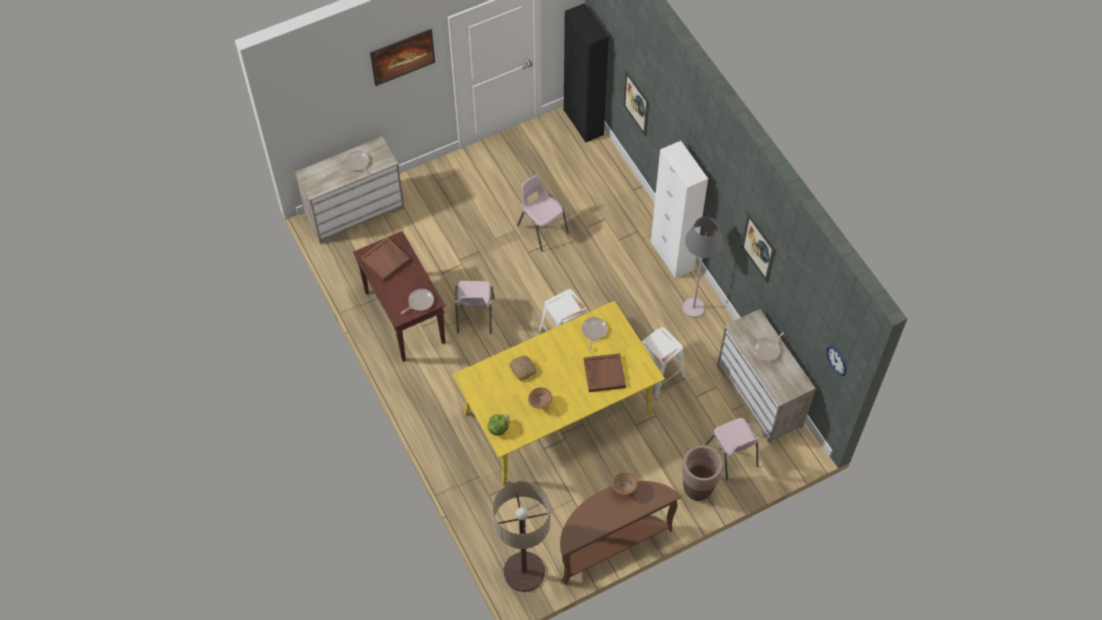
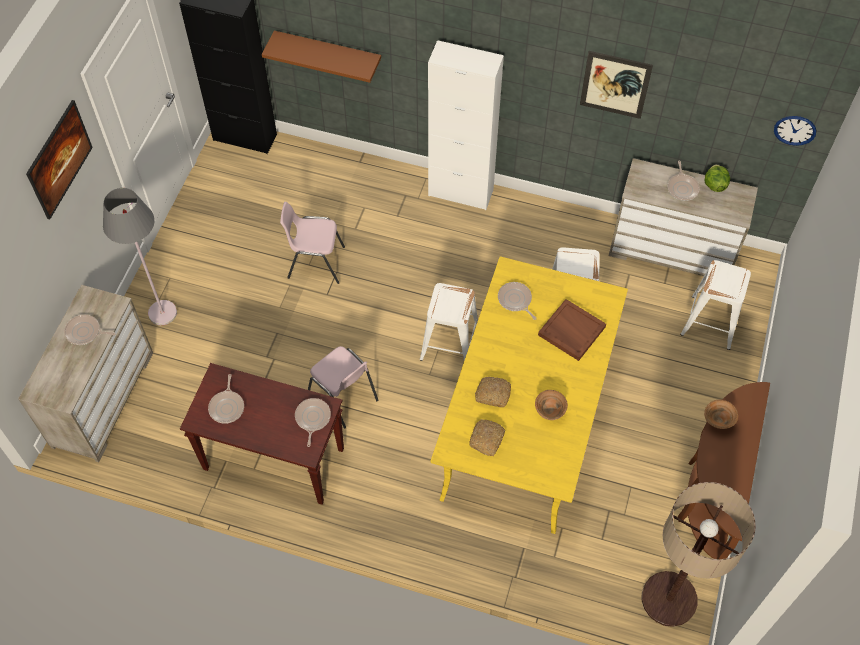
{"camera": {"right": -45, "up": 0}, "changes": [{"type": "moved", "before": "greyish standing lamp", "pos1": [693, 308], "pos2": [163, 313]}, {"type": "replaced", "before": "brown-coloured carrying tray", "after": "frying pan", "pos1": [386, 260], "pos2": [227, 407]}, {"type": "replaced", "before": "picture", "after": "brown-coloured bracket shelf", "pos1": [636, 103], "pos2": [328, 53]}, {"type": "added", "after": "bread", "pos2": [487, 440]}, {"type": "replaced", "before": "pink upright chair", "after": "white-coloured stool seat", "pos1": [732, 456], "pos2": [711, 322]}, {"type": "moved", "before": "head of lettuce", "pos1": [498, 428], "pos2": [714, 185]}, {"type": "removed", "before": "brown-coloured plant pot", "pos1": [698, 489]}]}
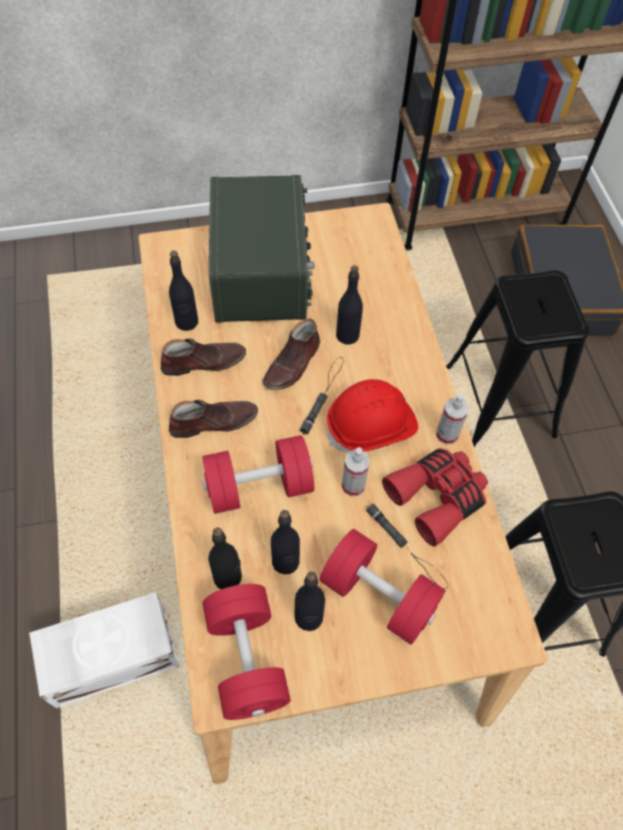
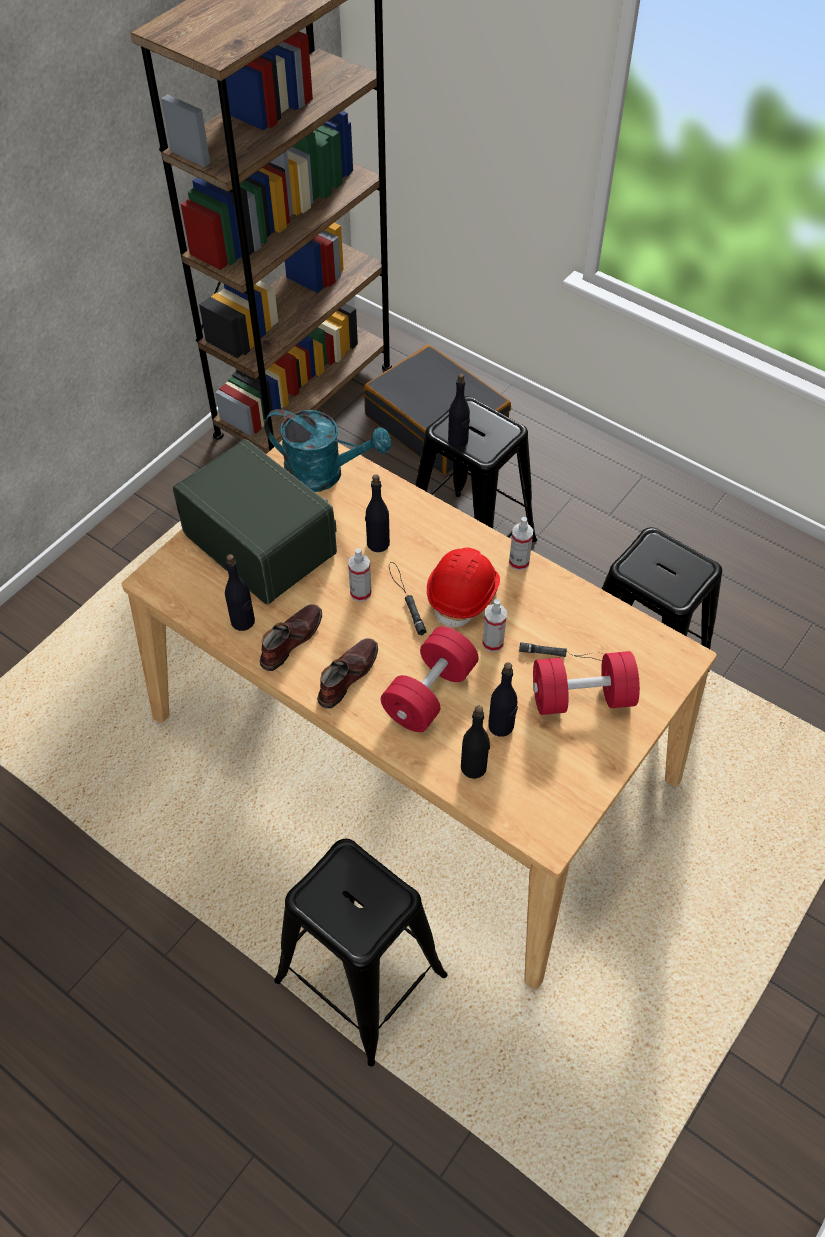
{"camera": {"right": -40, "up": -5}, "changes": [{"type": "added", "after": "turquoise-coloured watering pot", "pos2": [324, 474]}, {"type": "replaced", "before": "white-coloured storage container", "after": "blackish stool seat", "pos1": [110, 656], "pos2": [361, 978]}, {"type": "replaced", "before": "brown-coloured item of footwear", "after": "spray bottle", "pos1": [293, 364], "pos2": [360, 593]}, {"type": "moved", "before": "blackish beverage bottle", "pos1": [308, 617], "pos2": [458, 440]}, {"type": "removed", "before": "reddish hand weight", "pos1": [247, 658]}, {"type": "removed", "before": "reddish binoculars", "pos1": [437, 497]}]}
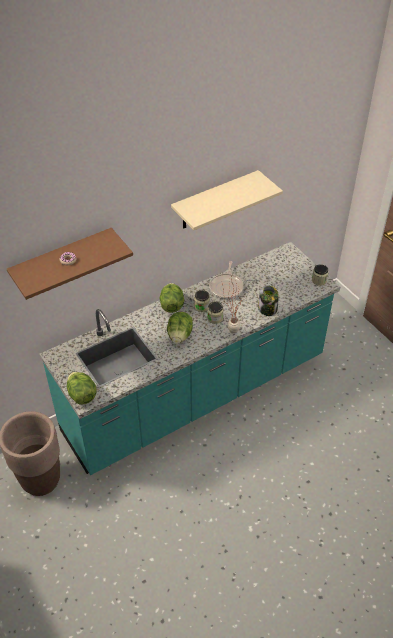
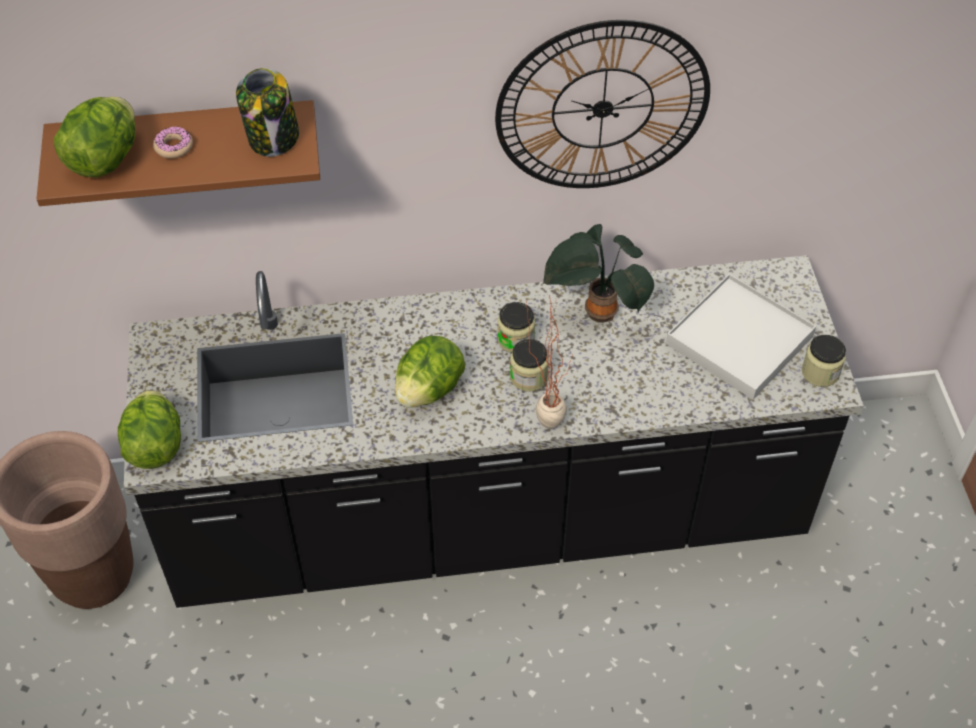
{"camera": {"right": 25, "up": 5}, "changes": [{"type": "moved", "before": "head of lettuce", "pos1": [171, 305], "pos2": [105, 159]}, {"type": "recoloured", "before": "turquoise-coloured counter", "after": "blackish counter", "pos1": [196, 395], "pos2": [488, 521]}, {"type": "moved", "before": "jar", "pos1": [268, 309], "pos2": [273, 138]}, {"type": "replaced", "before": "sand-coloured bracket shelf", "after": "clock on the wall", "pos1": [215, 201], "pos2": [602, 108]}, {"type": "replaced", "before": "frying pan", "after": "houseplant", "pos1": [226, 287], "pos2": [596, 314]}, {"type": "added", "after": "white-coloured carrying tray", "pos2": [739, 340]}]}
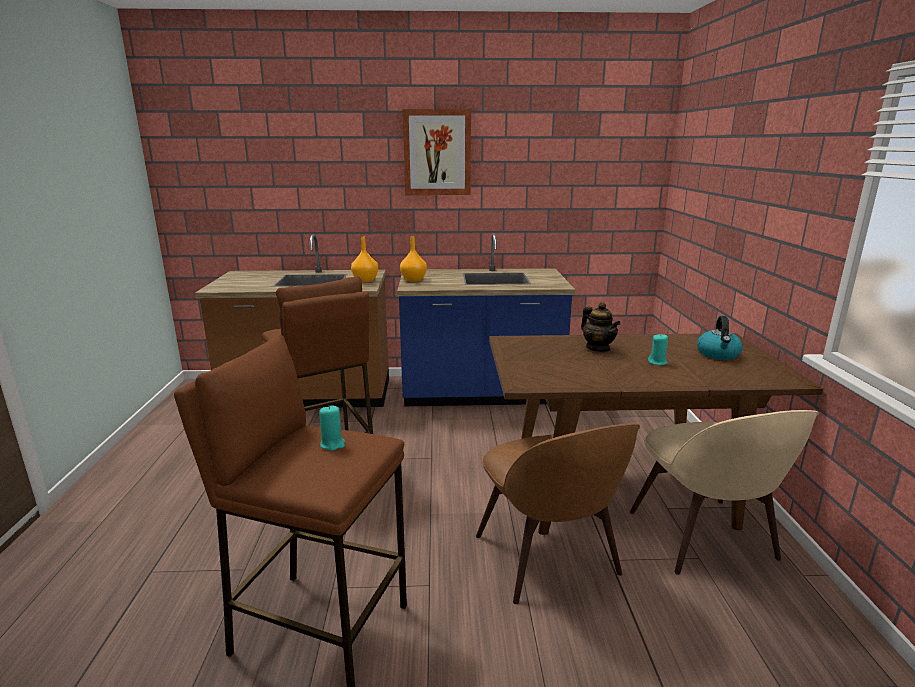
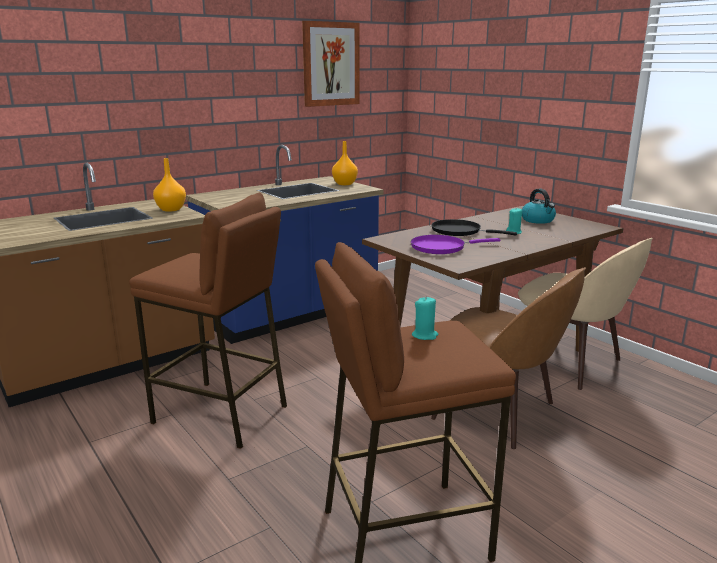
{"camera": {"right": -35, "up": 0}, "changes": [{"type": "moved", "before": "picture", "pos1": [437, 153], "pos2": [330, 64]}, {"type": "moved", "before": "orange vase", "pos1": [413, 280], "pos2": [344, 184]}, {"type": "added", "after": "purple-coloured frying pan", "pos2": [441, 247]}, {"type": "replaced", "before": "pot for tea", "after": "blackish frying pan", "pos1": [598, 348], "pos2": [460, 231]}]}
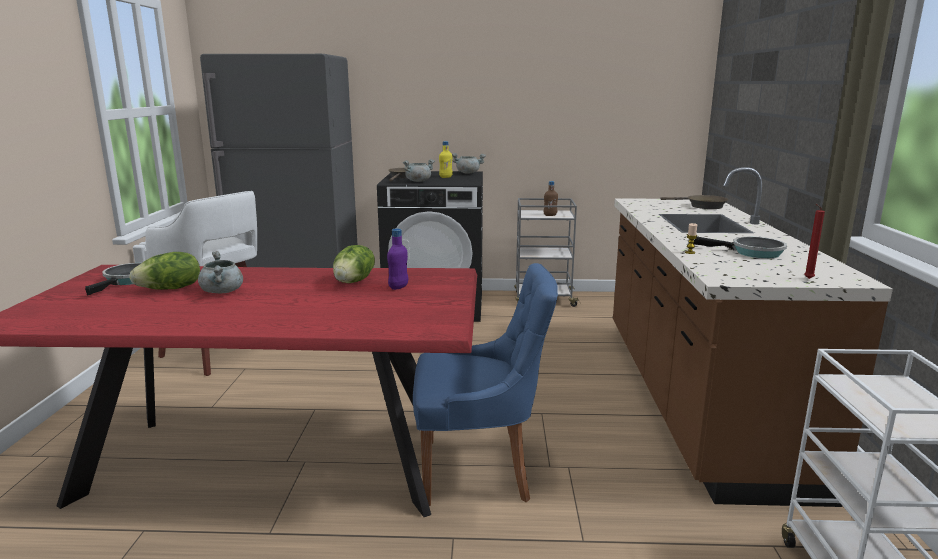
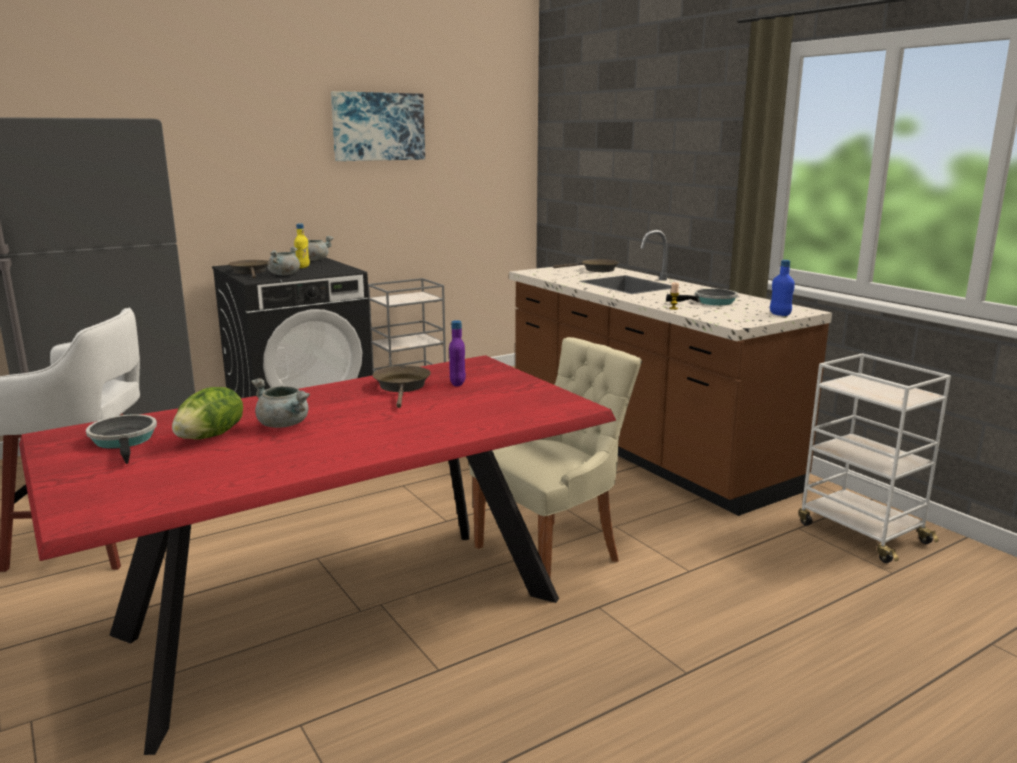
{"camera": {"right": -35, "up": 0}, "changes": [{"type": "added", "after": "picture", "pos2": [378, 126]}, {"type": "replaced", "before": "head of lettuce", "after": "brown-coloured frying pan", "pos1": [354, 281], "pos2": [402, 387]}, {"type": "recoloured", "before": "blue-coloured upright chair", "after": "sand-coloured upright chair", "pos1": [480, 470], "pos2": [551, 552]}, {"type": "replaced", "before": "reddish wax light", "after": "blue-coloured beverage bottle", "pos1": [807, 279], "pos2": [780, 314]}, {"type": "removed", "before": "brown-coloured beverage bottle", "pos1": [550, 215]}]}
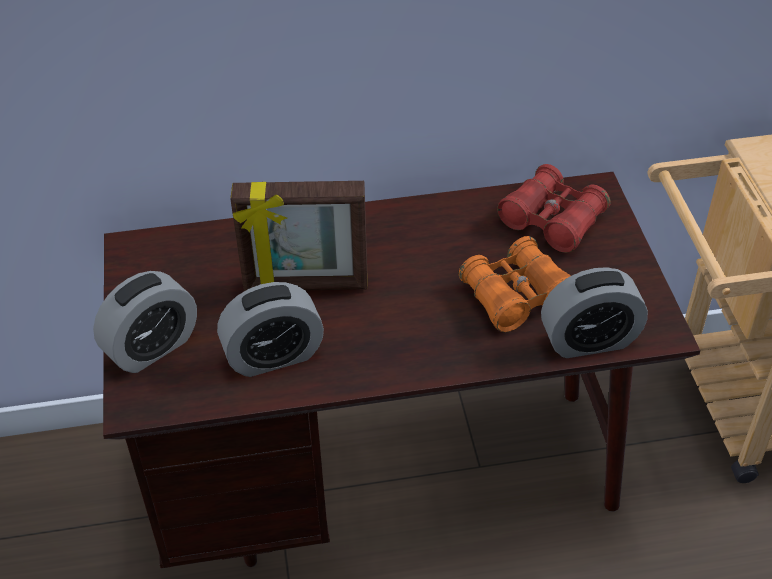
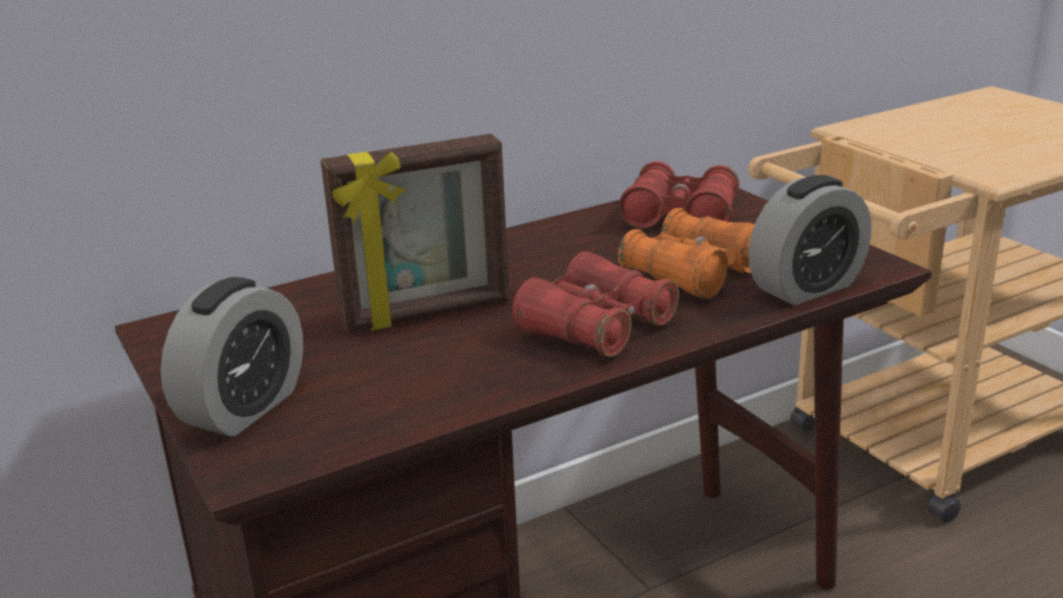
{"camera": {"right": -20, "up": -20}, "changes": [{"type": "added", "after": "reddish binoculars", "pos2": [596, 327]}, {"type": "removed", "before": "table clock", "pos1": [273, 356]}]}
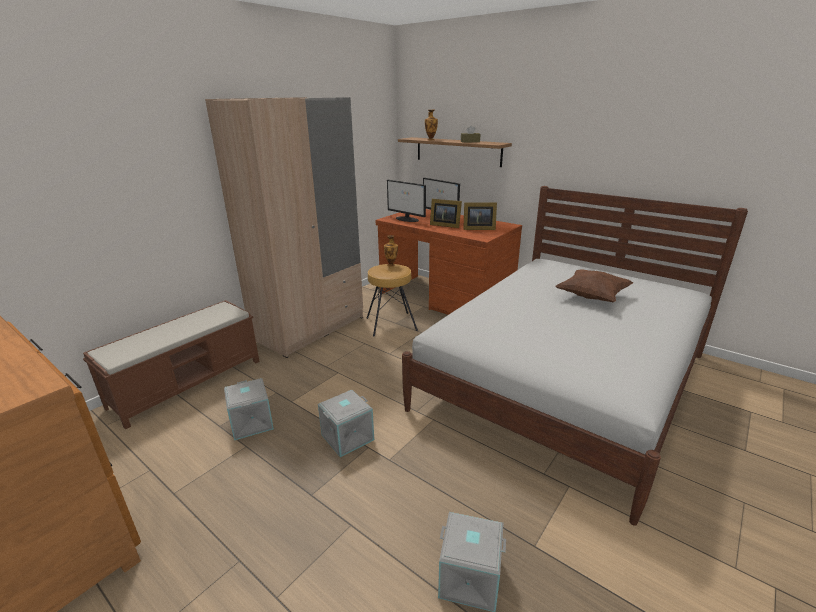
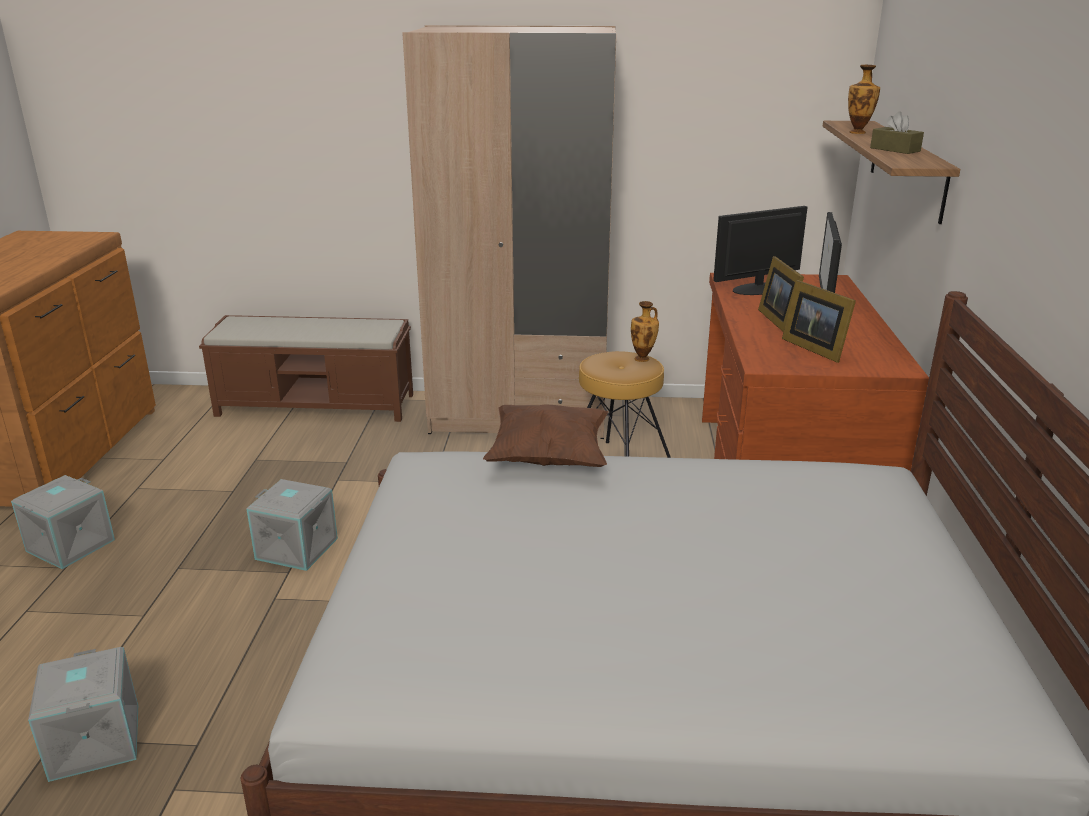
{"camera": {"right": 55, "up": 0}, "changes": [{"type": "moved", "before": "greyish storage container", "pos1": [252, 423], "pos2": [71, 546]}, {"type": "moved", "before": "brown-coloured throw pillow", "pos1": [592, 297], "pos2": [548, 458]}, {"type": "turned", "before": "computer screen", "pos1": [407, 219], "pos2": [757, 289], "turn": 60}]}
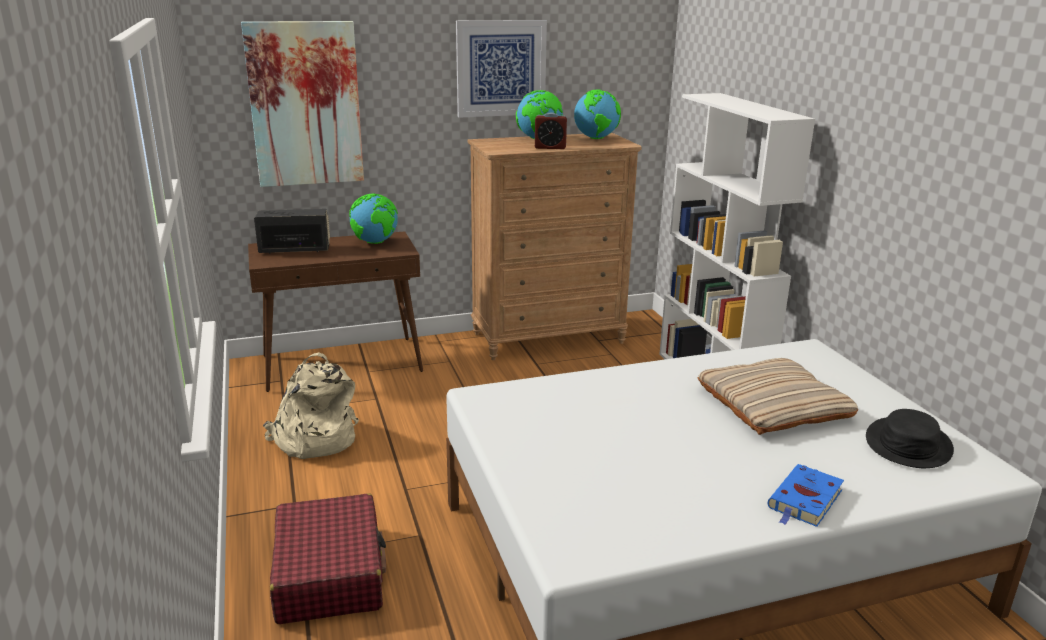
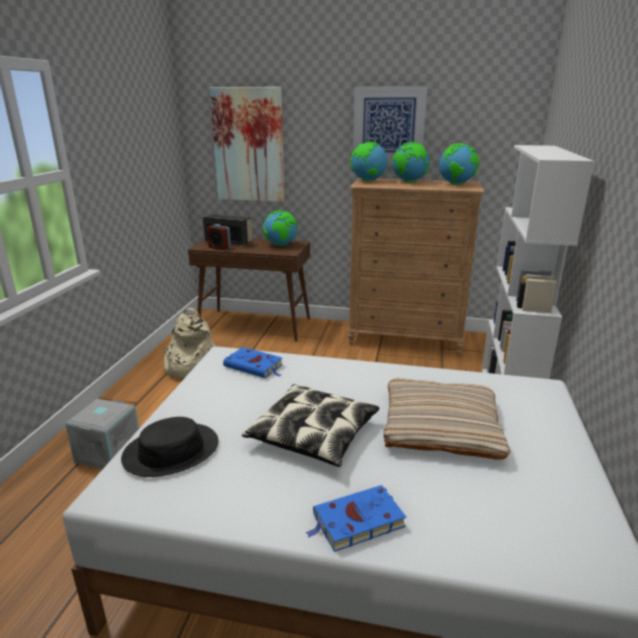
{"camera": {"right": 30, "up": 0}, "changes": [{"type": "replaced", "before": "reddish suitcase", "after": "greyish storage container", "pos1": [329, 573], "pos2": [108, 452]}, {"type": "moved", "before": "blackish hat", "pos1": [907, 444], "pos2": [171, 451]}, {"type": "moved", "before": "table clock", "pos1": [550, 147], "pos2": [219, 248]}, {"type": "added", "after": "blue-coloured bound book", "pos2": [255, 366]}, {"type": "added", "after": "throw pillow", "pos2": [313, 434]}, {"type": "added", "after": "world globe", "pos2": [367, 181]}]}
